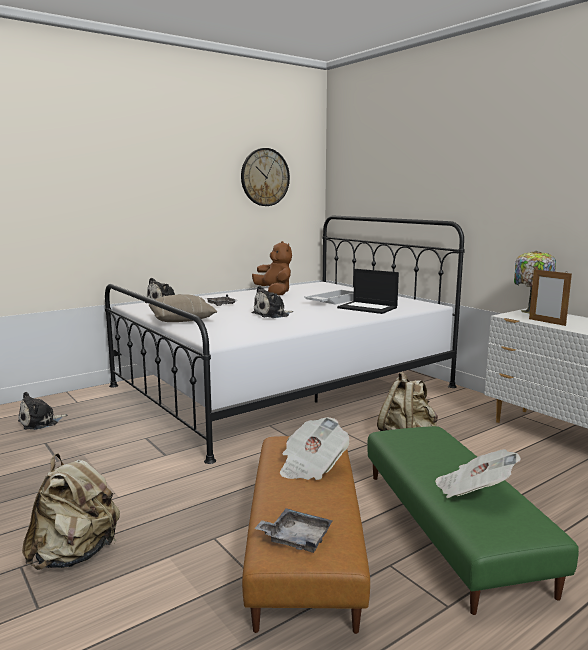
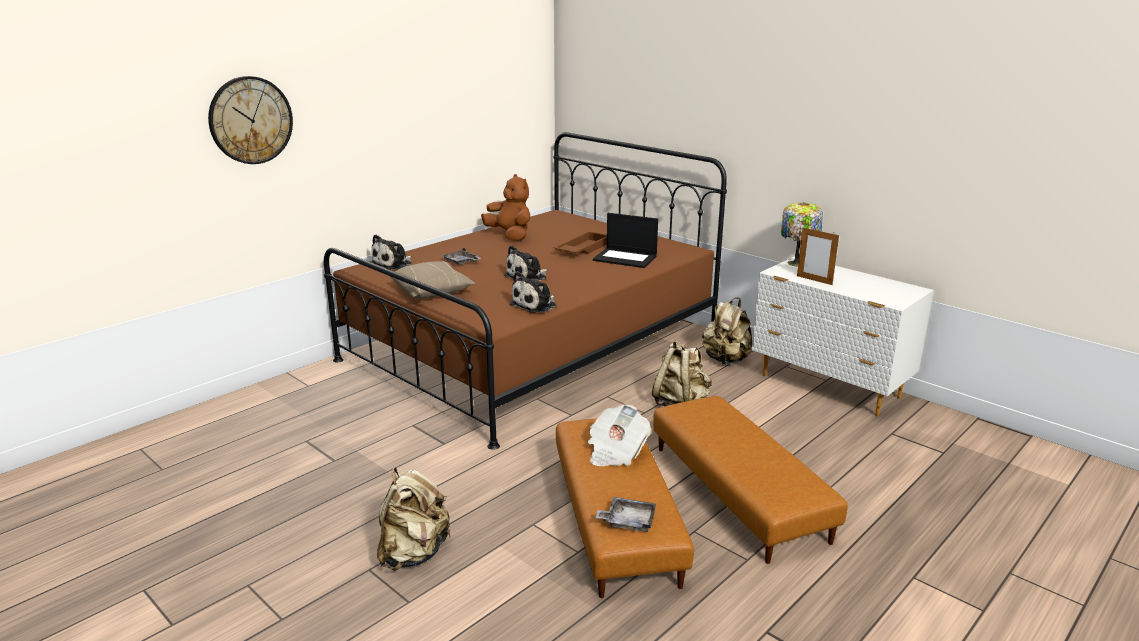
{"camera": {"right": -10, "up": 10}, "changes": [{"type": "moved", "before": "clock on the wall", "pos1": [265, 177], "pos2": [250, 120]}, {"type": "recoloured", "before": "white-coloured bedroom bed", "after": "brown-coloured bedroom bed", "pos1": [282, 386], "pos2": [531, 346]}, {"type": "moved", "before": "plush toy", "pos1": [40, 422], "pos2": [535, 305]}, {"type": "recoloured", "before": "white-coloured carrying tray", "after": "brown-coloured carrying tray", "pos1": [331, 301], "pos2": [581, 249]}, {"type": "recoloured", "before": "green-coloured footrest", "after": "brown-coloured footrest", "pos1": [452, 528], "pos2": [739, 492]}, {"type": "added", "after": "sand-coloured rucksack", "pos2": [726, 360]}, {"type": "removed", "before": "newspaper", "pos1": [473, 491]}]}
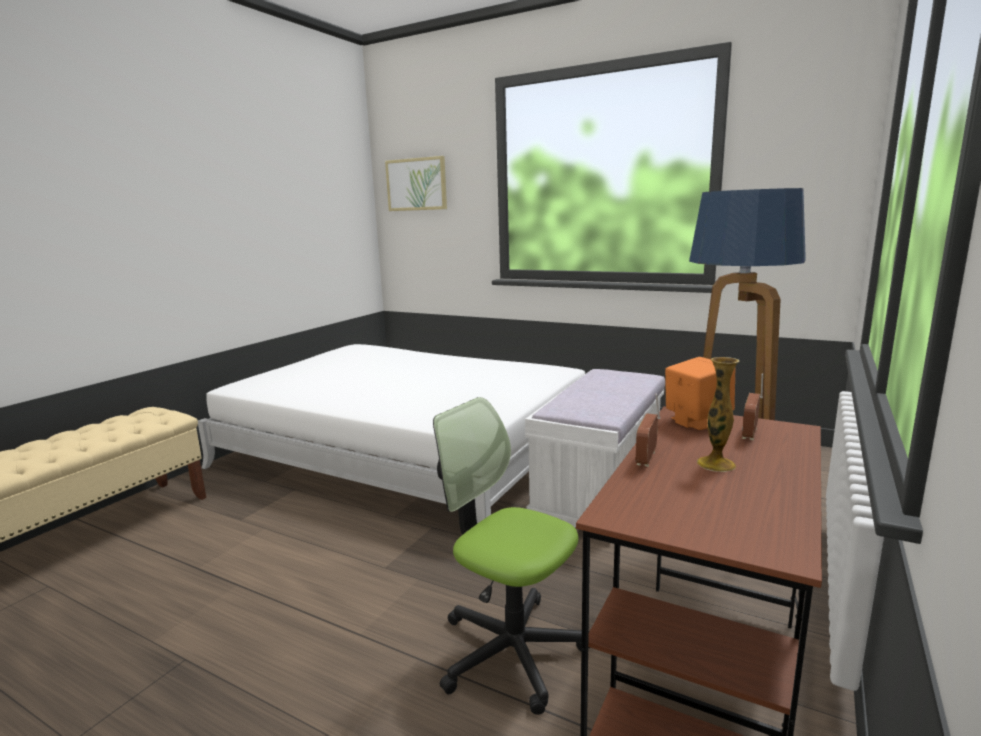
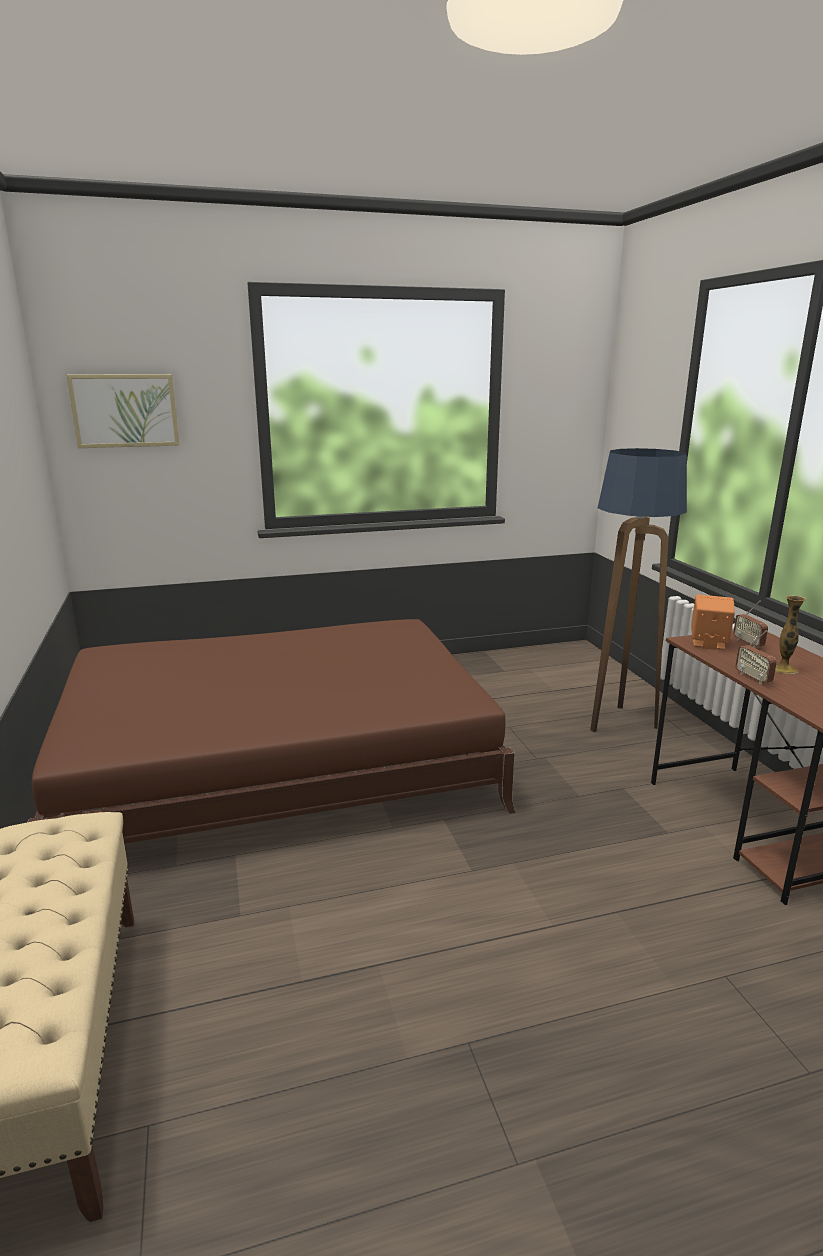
{"camera": {"right": -45, "up": 5}, "changes": [{"type": "recoloured", "before": "white-coloured bedroom bed", "after": "brown-coloured bedroom bed", "pos1": [406, 451], "pos2": [278, 763]}, {"type": "removed", "before": "computer chair", "pos1": [511, 650]}, {"type": "removed", "before": "white-coloured bench", "pos1": [599, 491]}]}
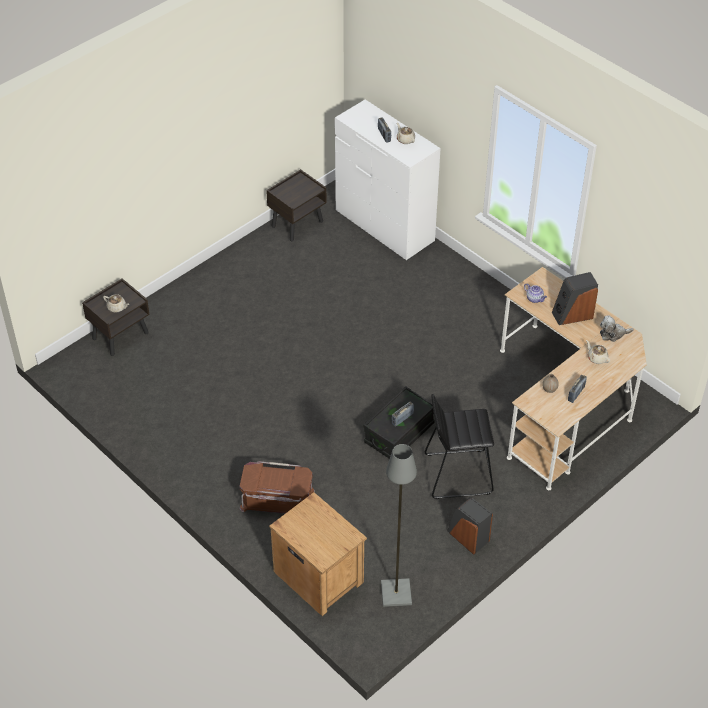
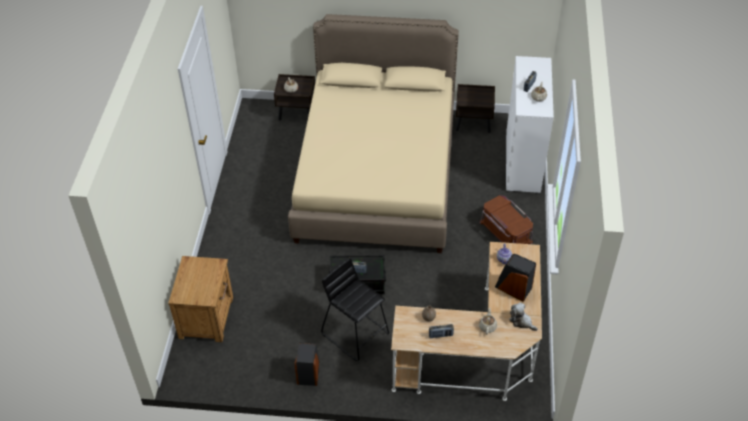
{"camera": {"right": 50, "up": 0}, "changes": [{"type": "added", "after": "sand-coloured bedroom bed", "pos2": [377, 174]}, {"type": "moved", "before": "brown-coloured storage container", "pos1": [277, 500], "pos2": [505, 232]}, {"type": "removed", "before": "greyish standing lamp", "pos1": [395, 593]}]}
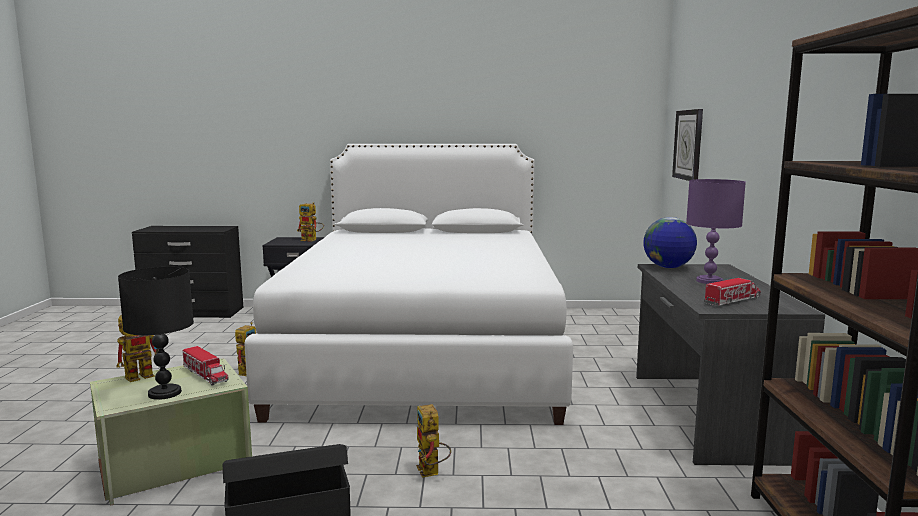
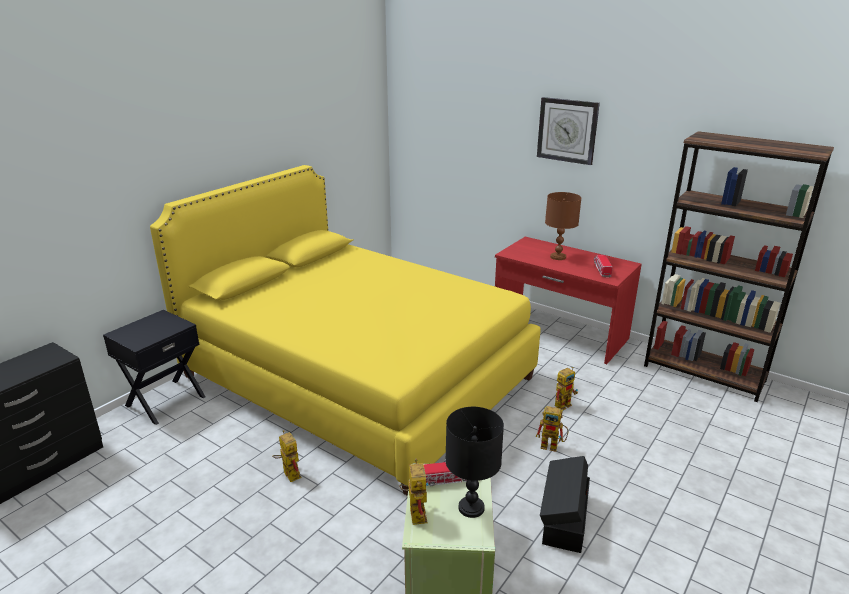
{"camera": {"right": -55, "up": 15}, "changes": [{"type": "recoloured", "before": "white-coloured bedroom bed", "after": "yellowish bedroom bed", "pos1": [424, 352], "pos2": [357, 377]}, {"type": "recoloured", "before": "greyish desk", "after": "reddish desk", "pos1": [707, 415], "pos2": [559, 333]}, {"type": "moved", "before": "clock on the wall", "pos1": [688, 145], "pos2": [567, 130]}, {"type": "recoloured", "before": "purple-coloured table lamp", "after": "brown-coloured table lamp", "pos1": [709, 281], "pos2": [558, 257]}, {"type": "moved", "before": "robot figure", "pos1": [312, 240], "pos2": [564, 403]}, {"type": "removed", "before": "world globe", "pos1": [668, 267]}]}
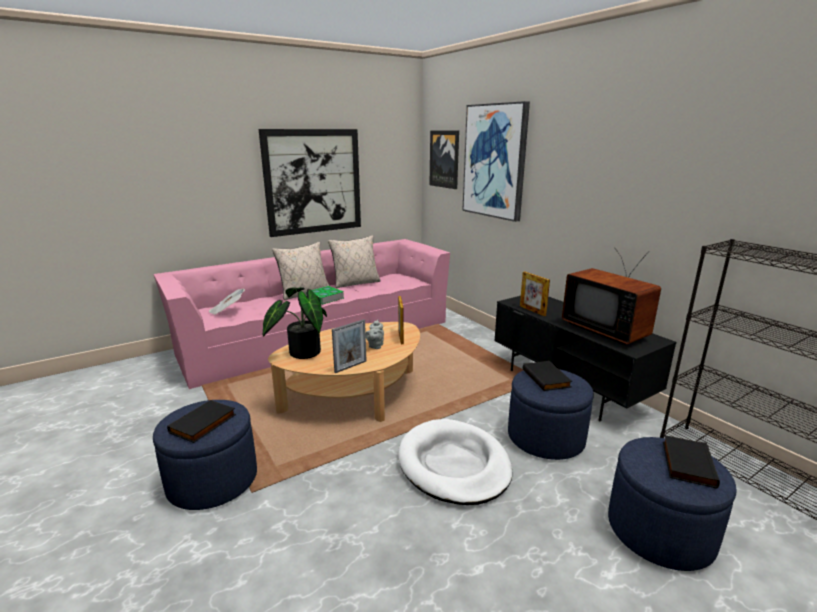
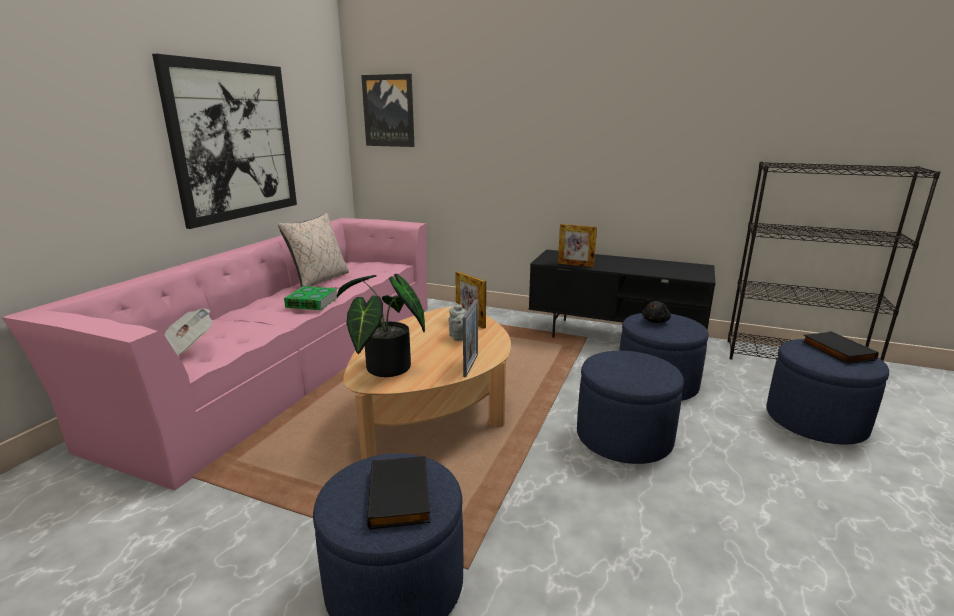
{"camera": {"right": -35, "up": 0}, "changes": [{"type": "replaced", "before": "white-coloured dog bed", "after": "blue-coloured footrest", "pos1": [453, 465], "pos2": [624, 437]}, {"type": "replaced", "before": "blackish bound book", "after": "blackish plush toy", "pos1": [547, 378], "pos2": [656, 321]}, {"type": "removed", "before": "sand-coloured throw pillow", "pos1": [304, 293]}, {"type": "removed", "before": "picture", "pos1": [495, 161]}, {"type": "removed", "before": "television", "pos1": [607, 330]}]}
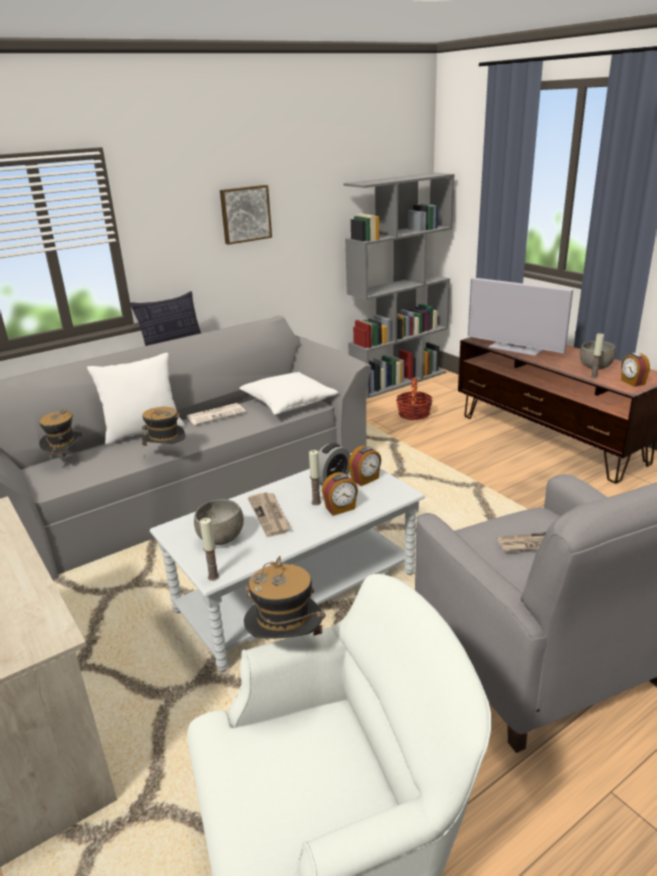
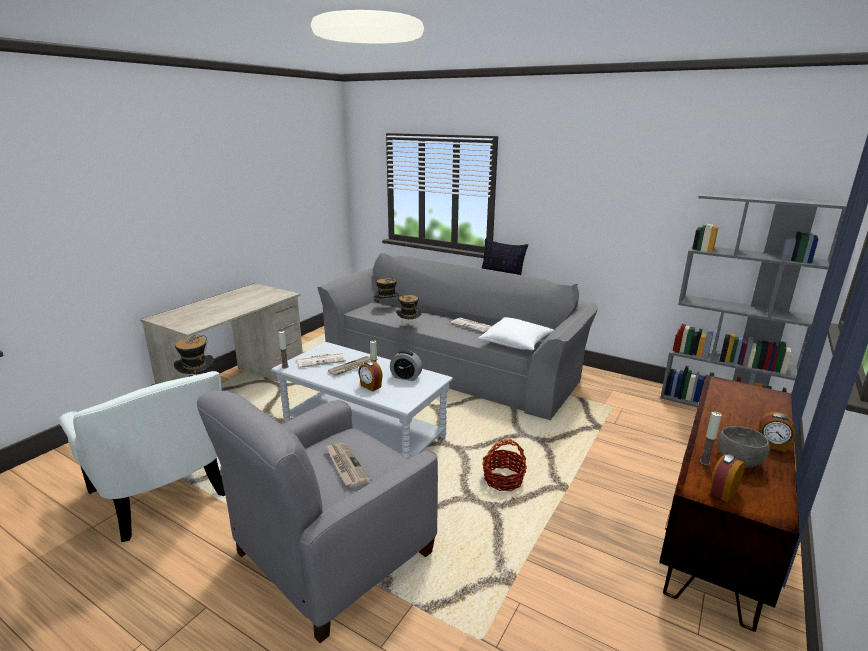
{"camera": {"right": 65, "up": -5}, "changes": [{"type": "replaced", "before": "greyish deep dish", "after": "newspaper", "pos1": [221, 538], "pos2": [322, 360]}, {"type": "moved", "before": "household basket", "pos1": [414, 414], "pos2": [503, 479]}, {"type": "moved", "before": "table clock", "pos1": [365, 479], "pos2": [771, 445]}, {"type": "removed", "before": "white-coloured throw pillow", "pos1": [143, 432]}, {"type": "removed", "before": "picture", "pos1": [245, 214]}, {"type": "removed", "before": "television", "pos1": [515, 349]}]}
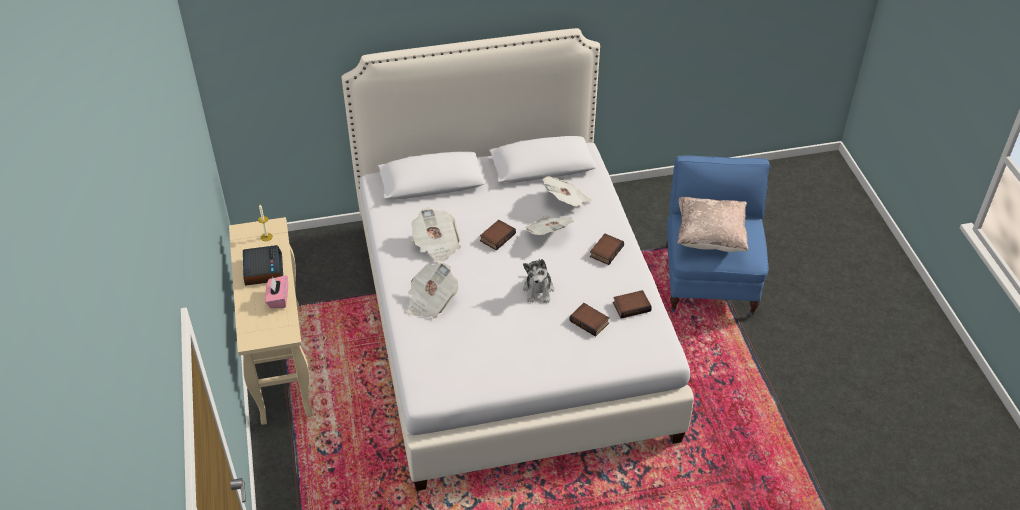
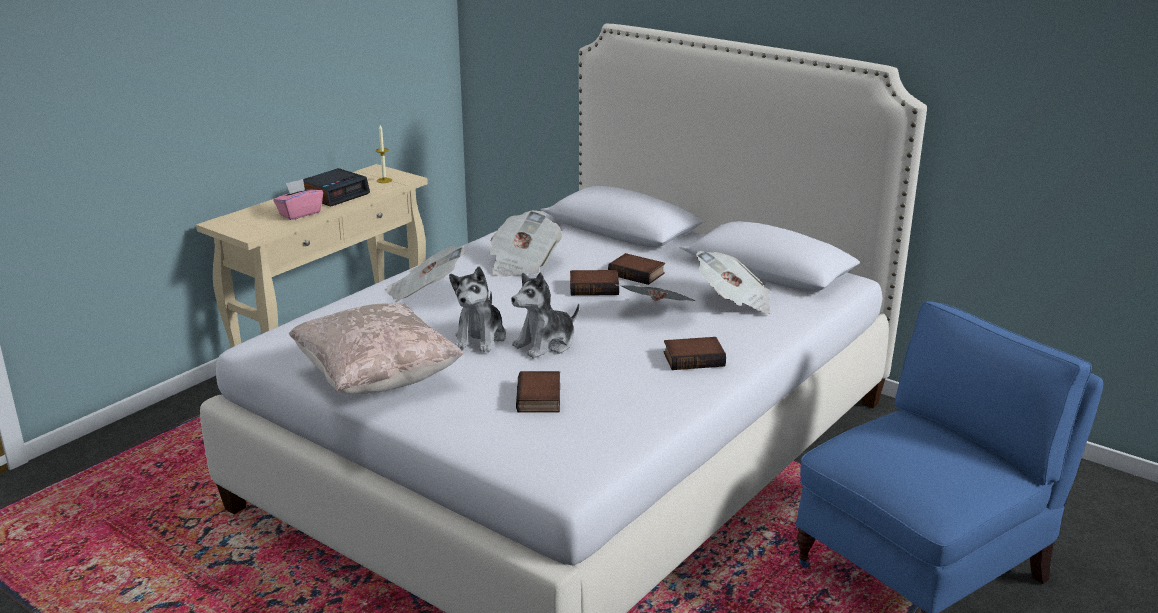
{"camera": {"right": 50, "up": -20}, "changes": [{"type": "moved", "before": "sand-coloured throw pillow", "pos1": [710, 238], "pos2": [377, 379]}, {"type": "added", "after": "plush toy", "pos2": [480, 338]}, {"type": "moved", "before": "bound book", "pos1": [631, 306], "pos2": [638, 274]}]}
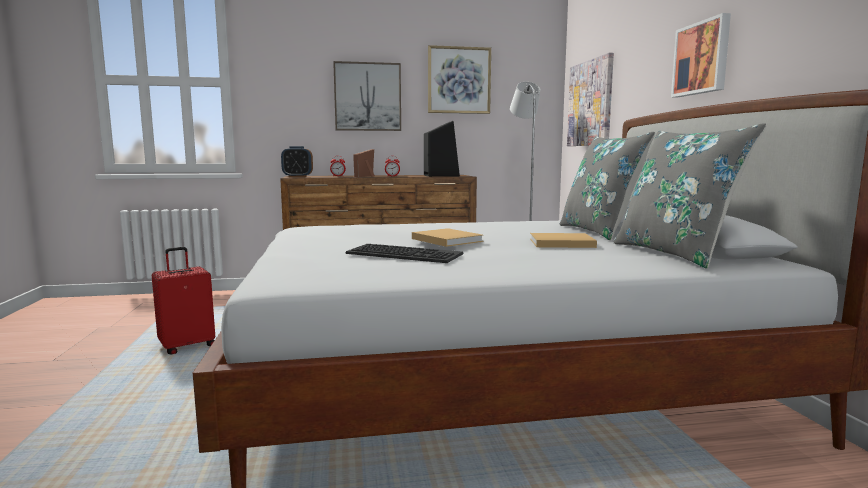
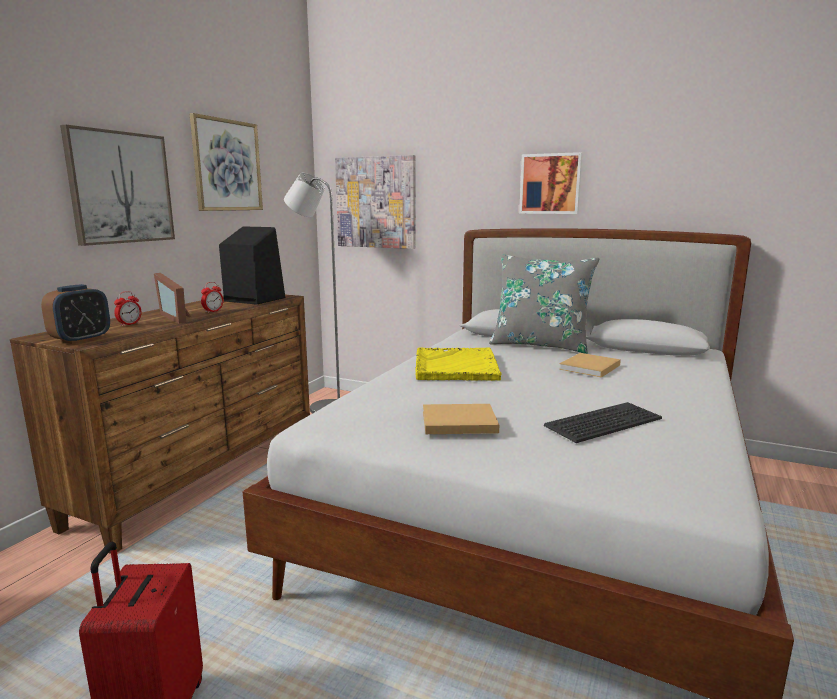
{"camera": {"right": -55, "up": 5}, "changes": [{"type": "added", "after": "yellowish carrying tray", "pos2": [455, 366]}, {"type": "moved", "before": "sand-coloured bound book", "pos1": [445, 240], "pos2": [456, 422]}, {"type": "removed", "before": "greyish throw pillow", "pos1": [674, 254]}]}
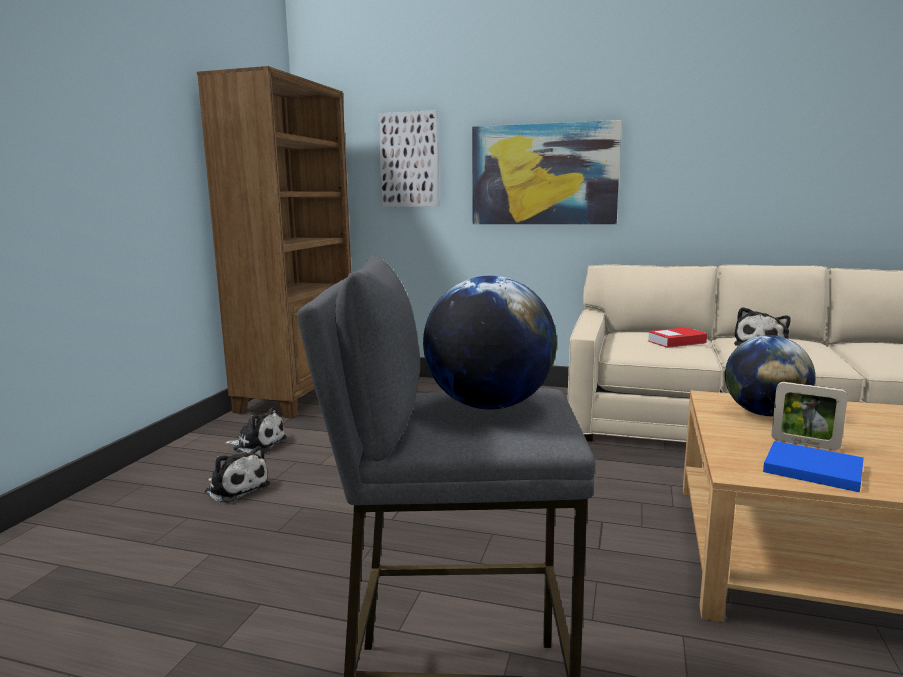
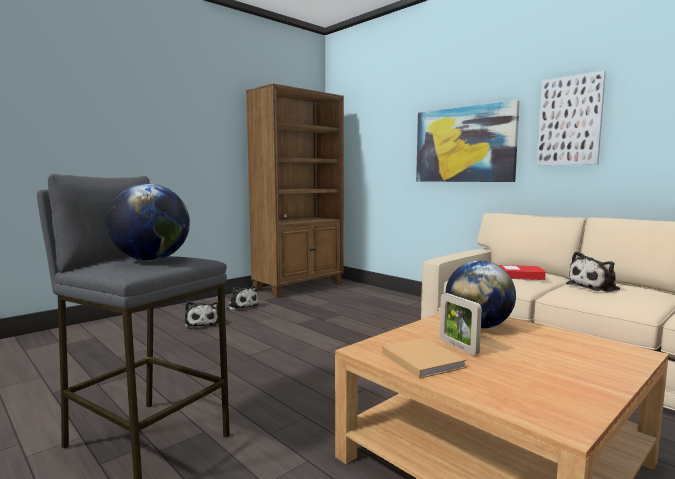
{"camera": {"right": 30, "up": -5}, "changes": [{"type": "recoloured", "before": "blue-coloured bound book", "after": "sand-coloured bound book", "pos1": [809, 468], "pos2": [421, 359]}, {"type": "moved", "before": "picture", "pos1": [409, 160], "pos2": [570, 121]}]}
